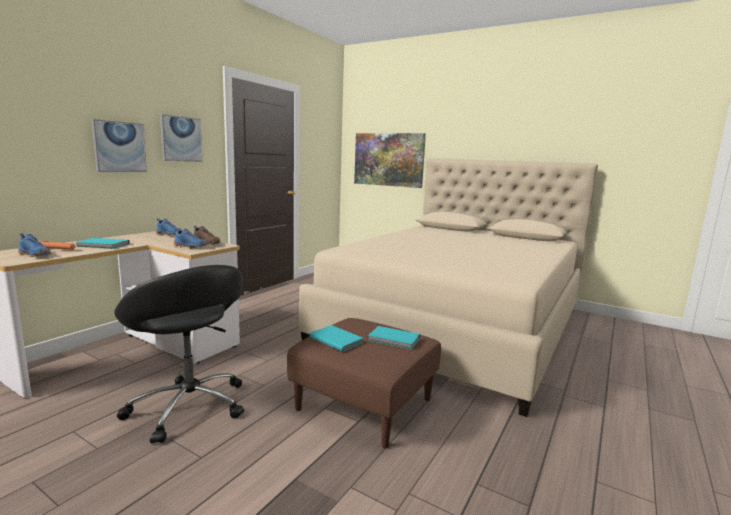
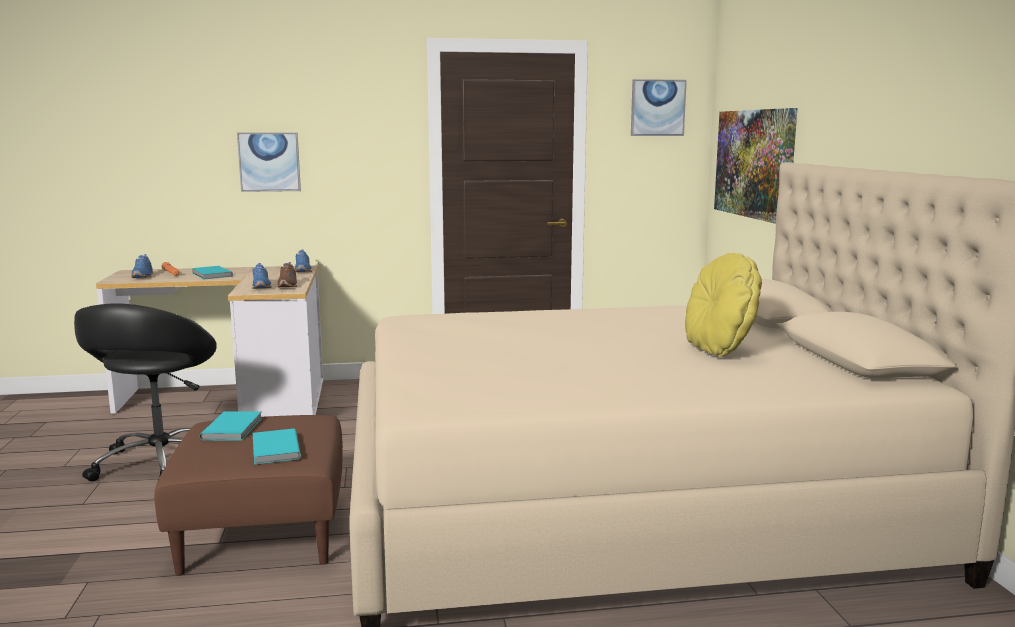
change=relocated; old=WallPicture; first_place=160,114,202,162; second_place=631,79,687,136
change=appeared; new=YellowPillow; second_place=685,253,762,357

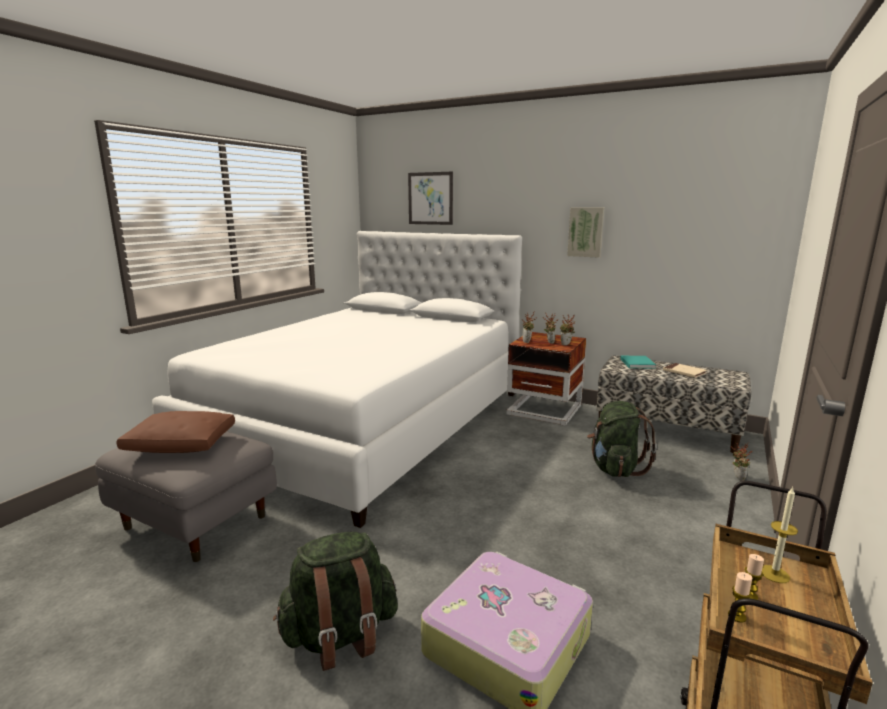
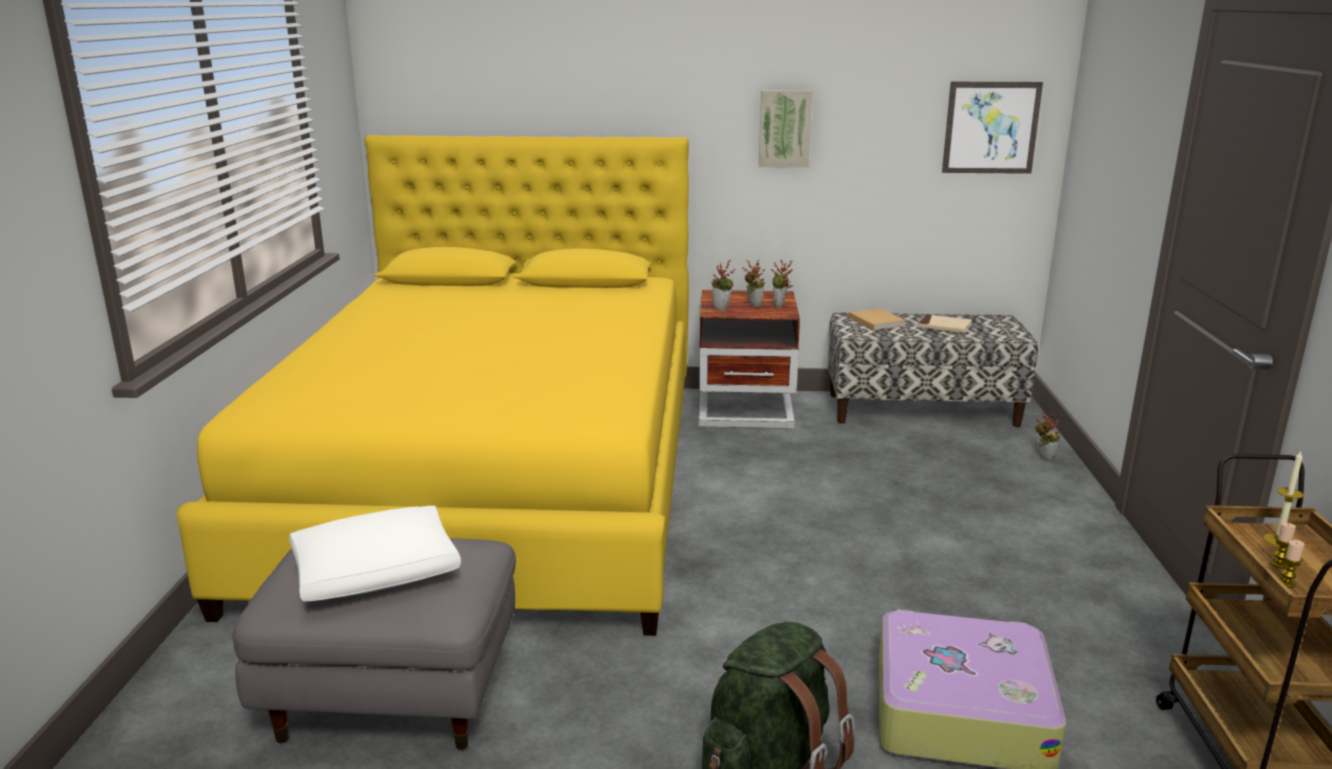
change=colour; old=BrownColouredPillow; new=WhitePillow; first_place=116,411,235,453; second_place=289,506,461,601
change=colour; old=WhiteBed; new=YellowBed; first_place=152,231,522,528; second_place=177,135,689,636
change=relocated; old=WallPicture; first_place=408,172,453,225; second_place=942,82,1043,174
change=missing; old=GreenRucksack; first_place=587,401,657,477
change=colour; old=BlueGreenBook; new=SandColouredBook; first_place=620,356,656,369; second_place=849,308,906,330

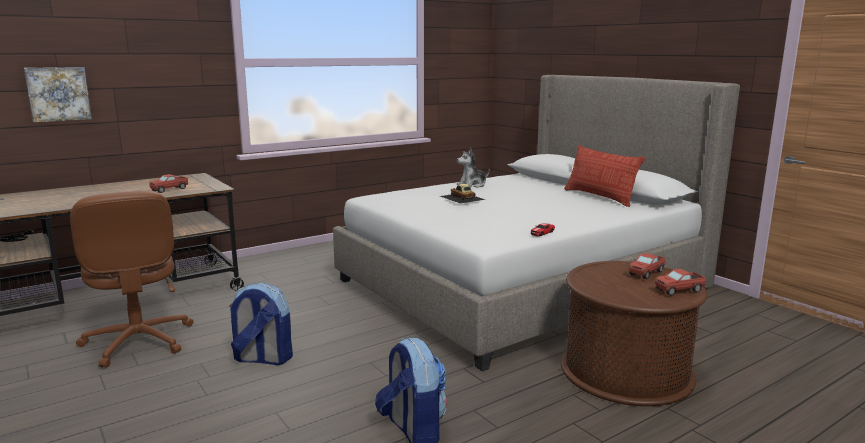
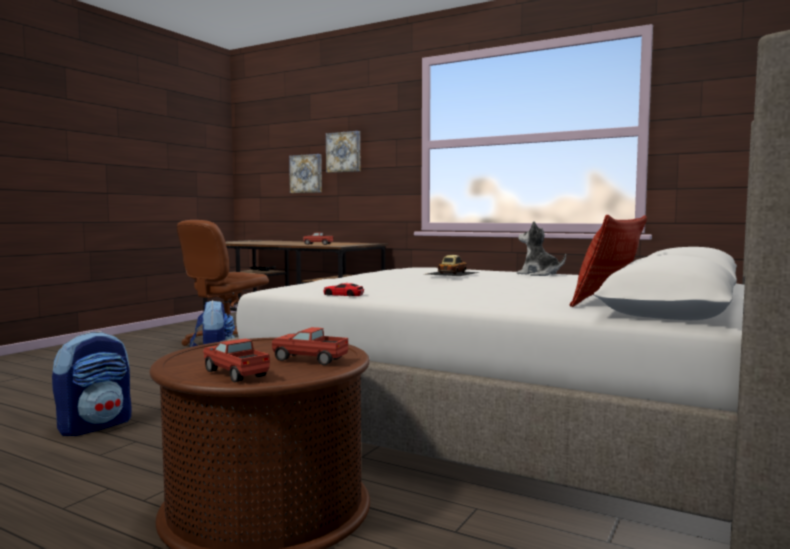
change=appeared; new=WallPicture; second_place=326,131,360,173

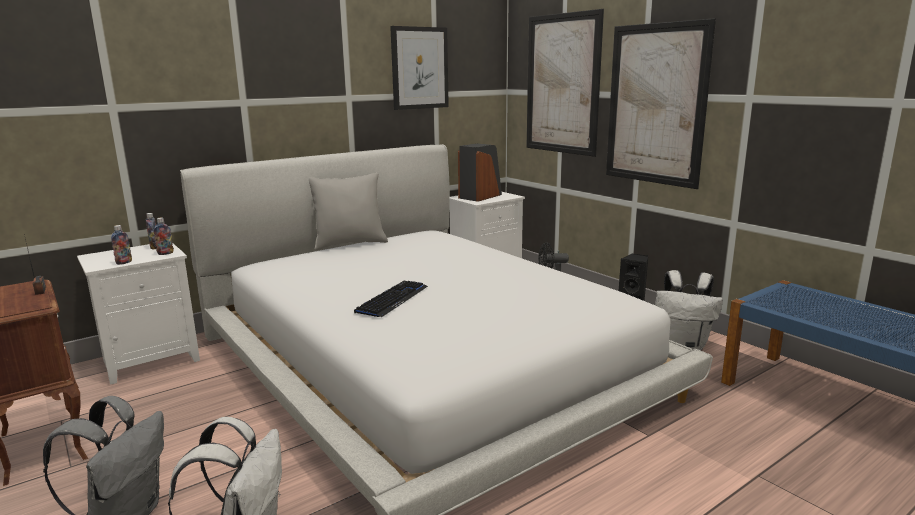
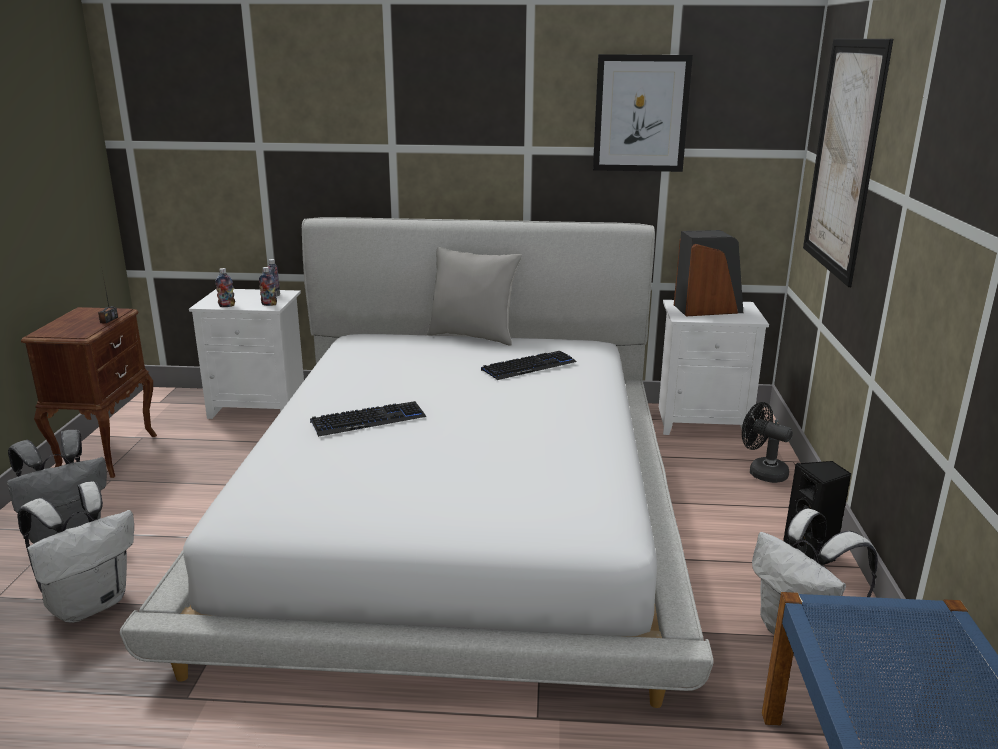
change=missing; old=WallPicture; first_place=606,18,716,189
change=appeared; new=PcKeyboard; second_place=481,351,576,380

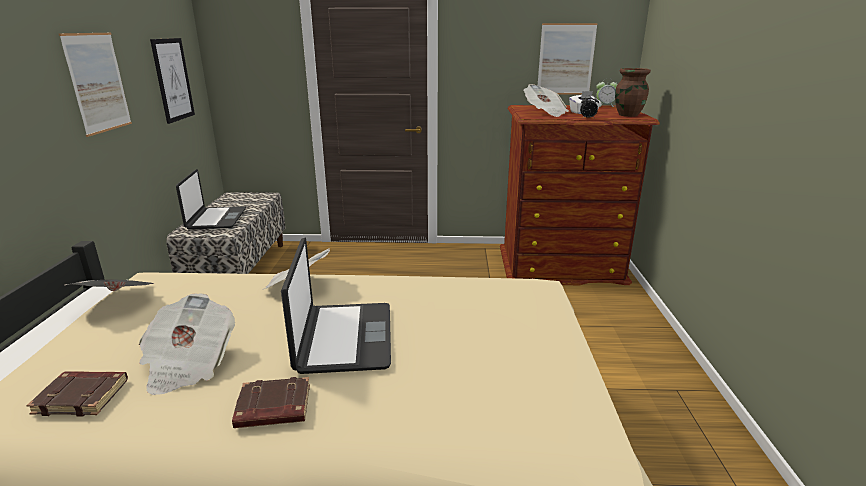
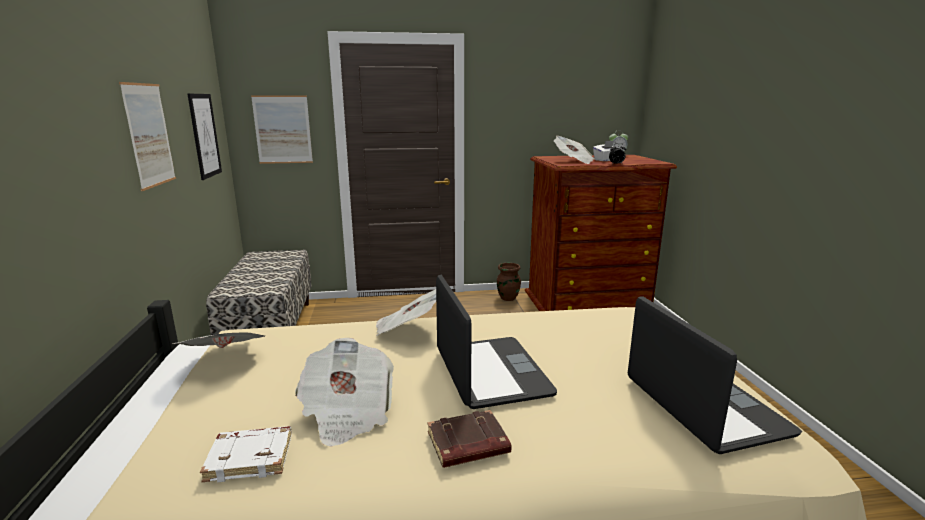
change=colour; old=BrownColouredBook; new=WhiteBook; first_place=26,371,128,417; second_place=200,426,292,482
change=relocated; old=PortableComputer; first_place=176,169,246,230; second_place=628,296,802,454
change=relocated; old=WallPicture; first_place=538,23,598,94; second_place=251,95,313,164
change=relocated; old=BrownColouredDecorativeVase; first_place=615,68,651,117; second_place=497,263,521,301

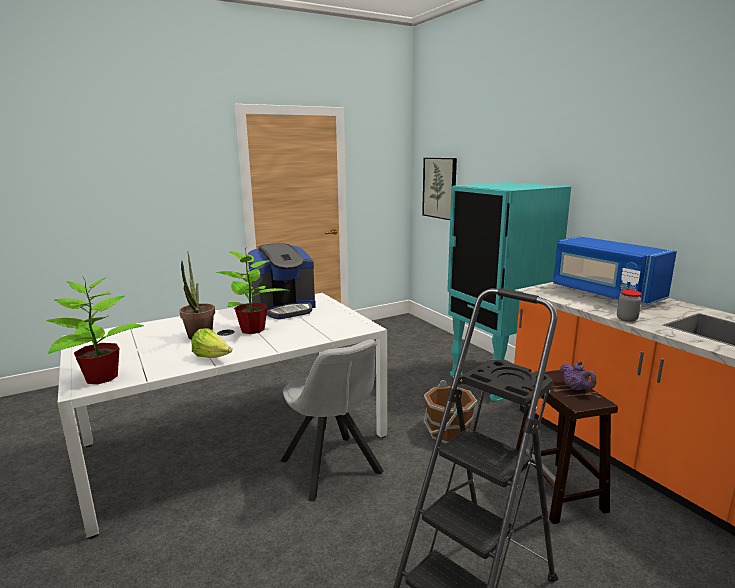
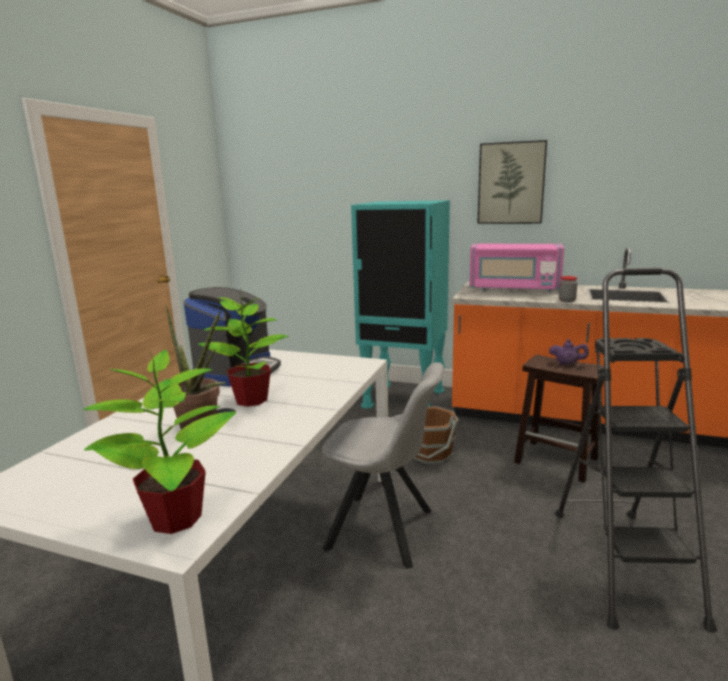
change=missing; old=HeadOfLettuce; first_place=191,328,232,358
change=relocated; old=WallPicture; first_place=422,158,457,220; second_place=477,140,547,224
change=colour; old=BlueMicrowaveOven; new=PinkMicrowaveOven; first_place=553,236,677,305; second_place=469,244,564,292

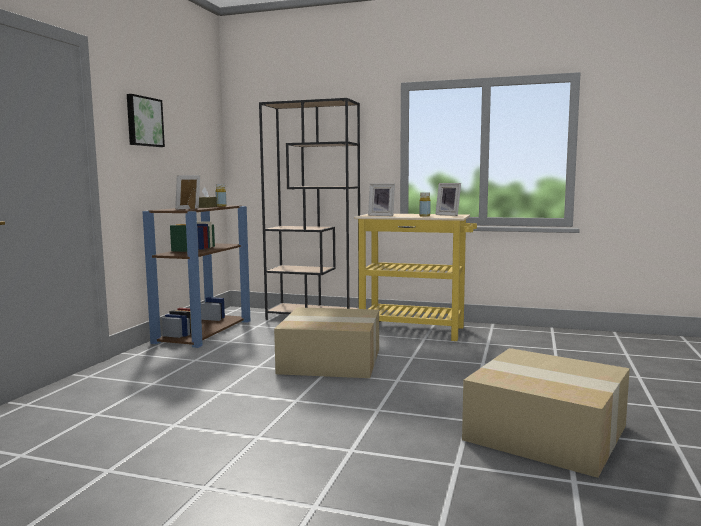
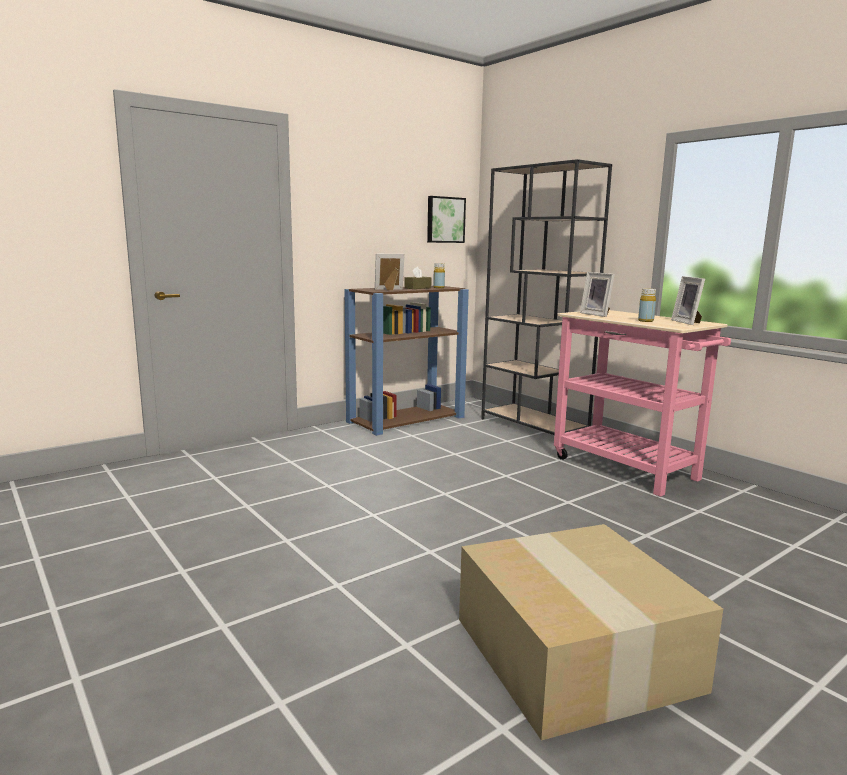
change=relocated; old=WallPicture; first_place=127,94,165,147; second_place=427,196,466,243
change=missing; old=CardboardBox; first_place=274,307,379,378
change=colour; old=YellowCart; new=PinkCart; first_place=354,214,477,341; second_place=554,310,731,497

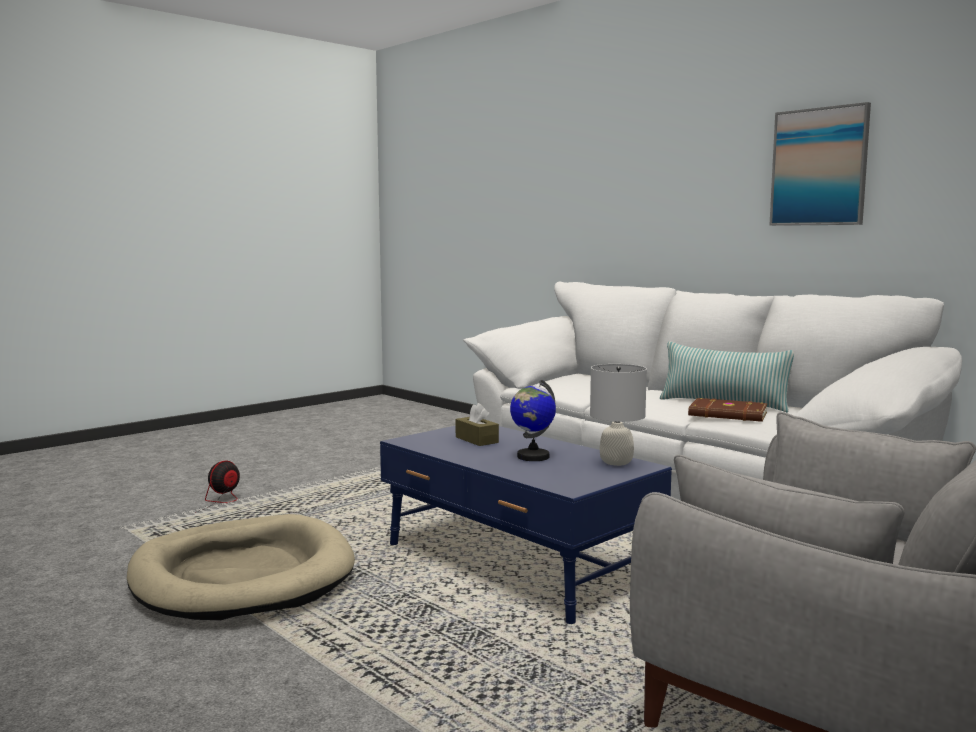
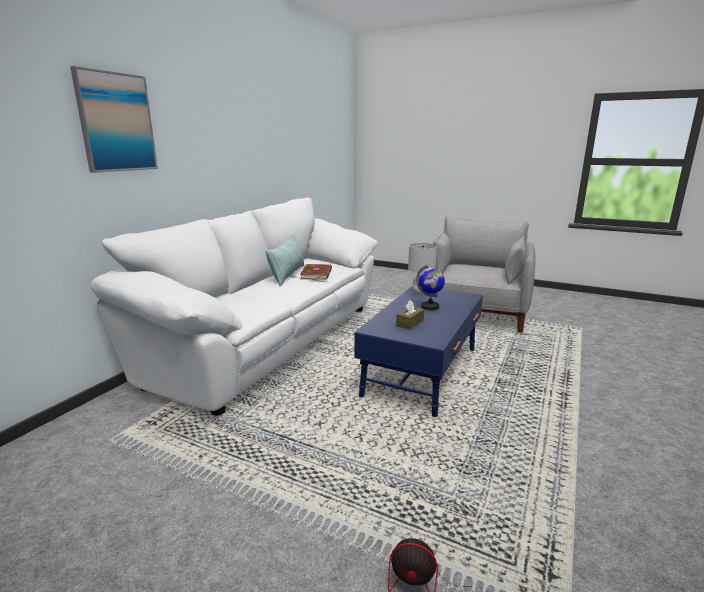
change=missing; old=SandColouredDogBed; first_place=127,514,355,620
change=relocated; old=WallPicture; first_place=769,102,871,226; second_place=70,66,158,173

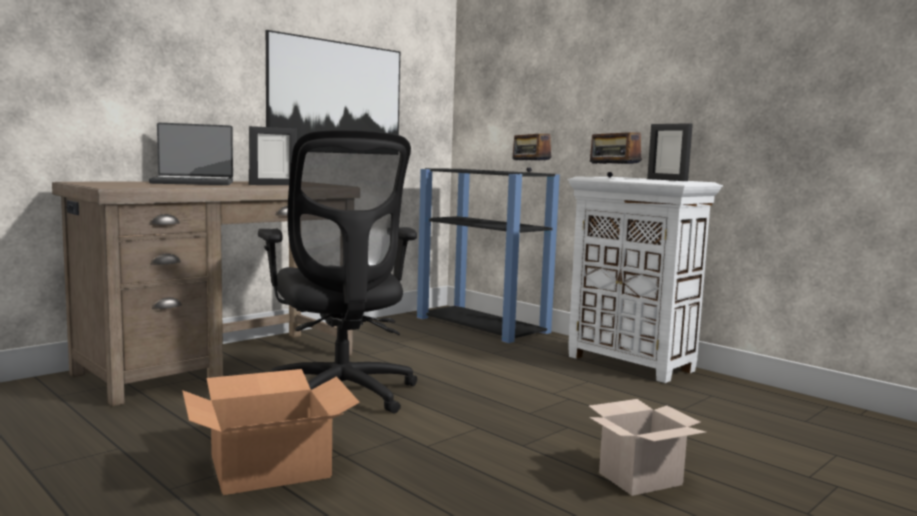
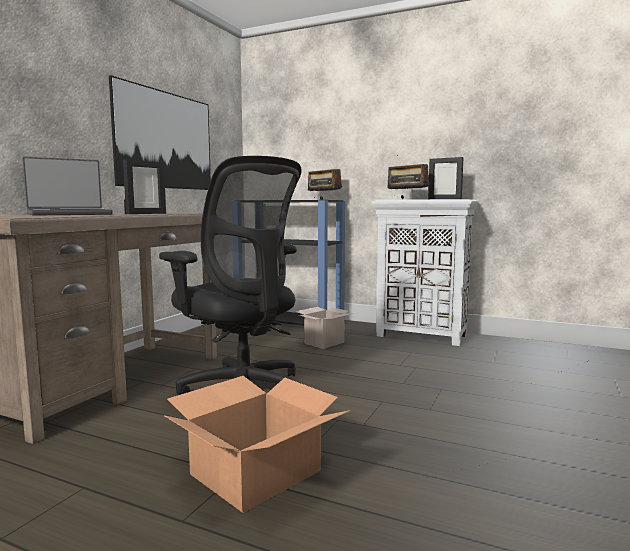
change=relocated; old=CardboardBox; first_place=589,399,706,496; second_place=296,307,354,349

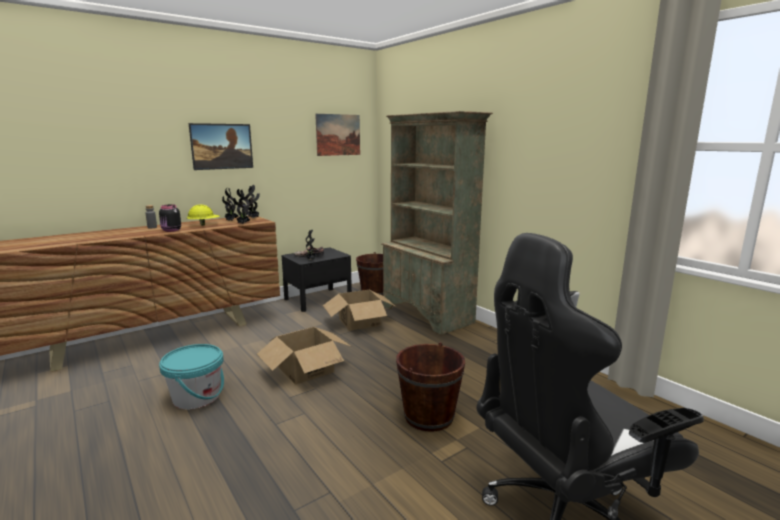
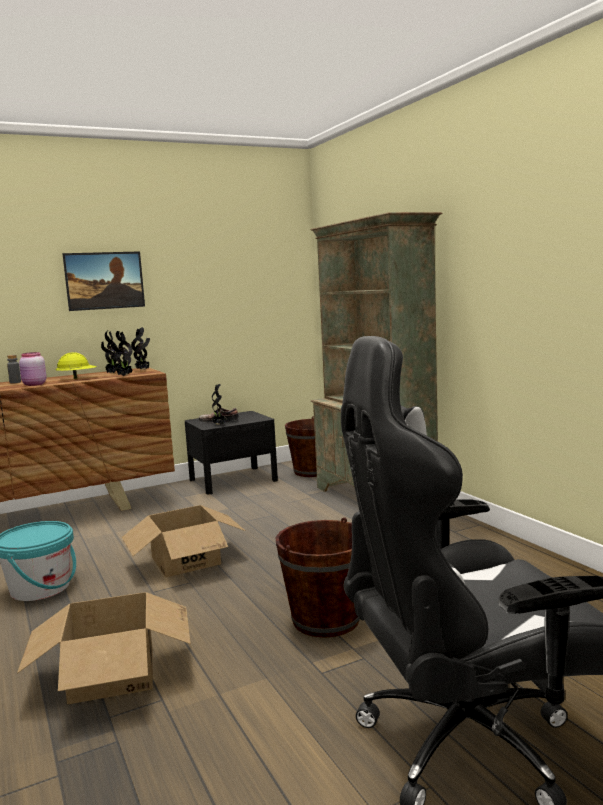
change=colour; old=BlackColouredPreserveJar; new=PinkPreserveJar; first_place=159,205,181,232; second_place=19,352,47,386
change=missing; old=WallPicture; first_place=315,114,360,156
change=relocated; old=CardboardBox; first_place=323,290,396,331; second_place=17,592,191,704

